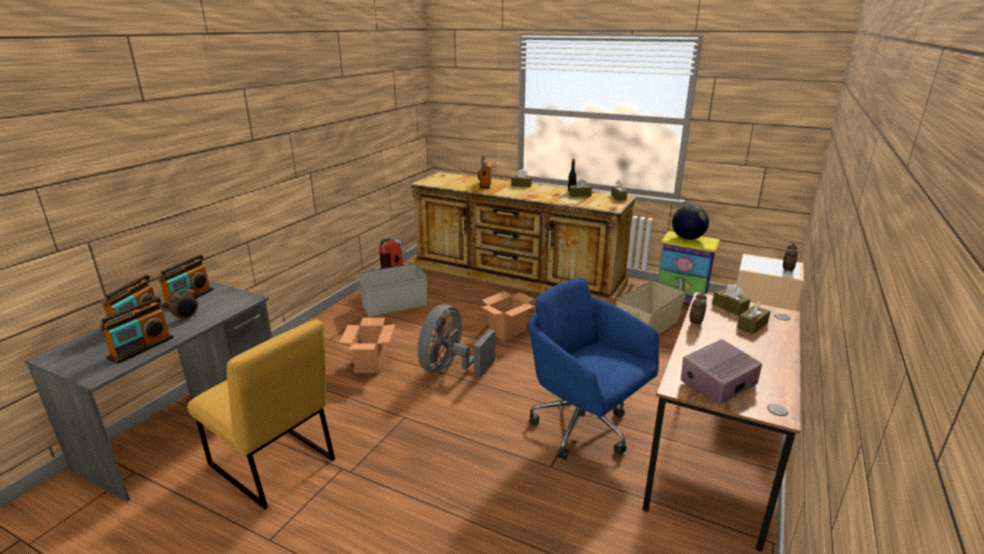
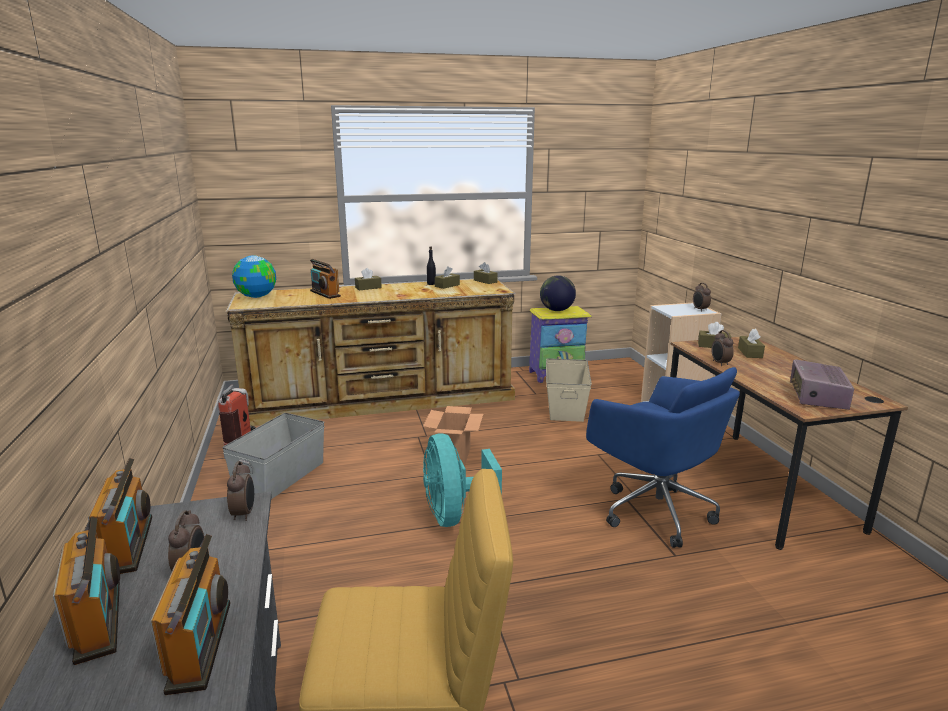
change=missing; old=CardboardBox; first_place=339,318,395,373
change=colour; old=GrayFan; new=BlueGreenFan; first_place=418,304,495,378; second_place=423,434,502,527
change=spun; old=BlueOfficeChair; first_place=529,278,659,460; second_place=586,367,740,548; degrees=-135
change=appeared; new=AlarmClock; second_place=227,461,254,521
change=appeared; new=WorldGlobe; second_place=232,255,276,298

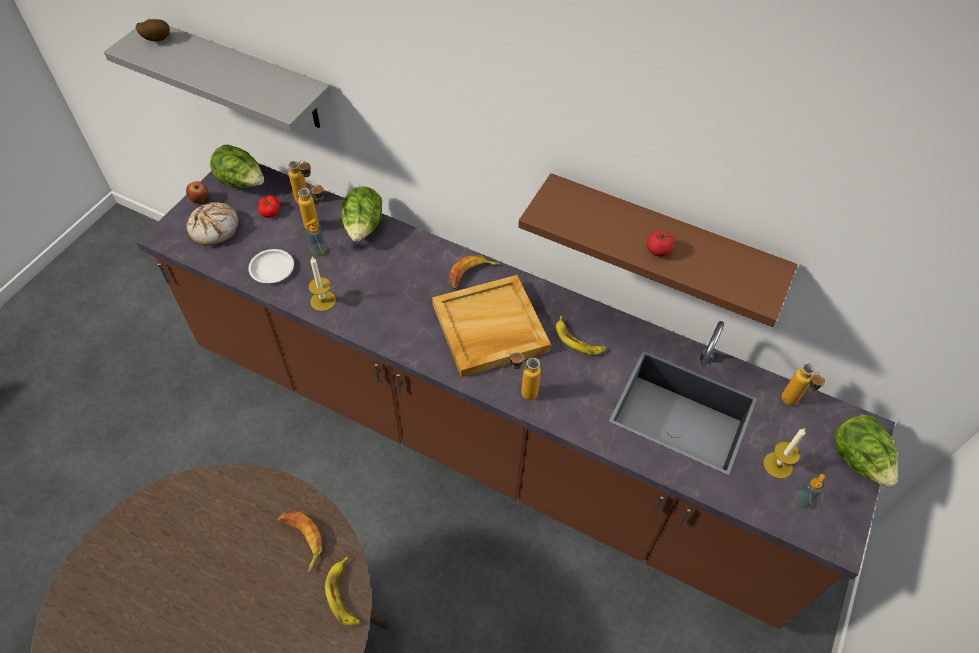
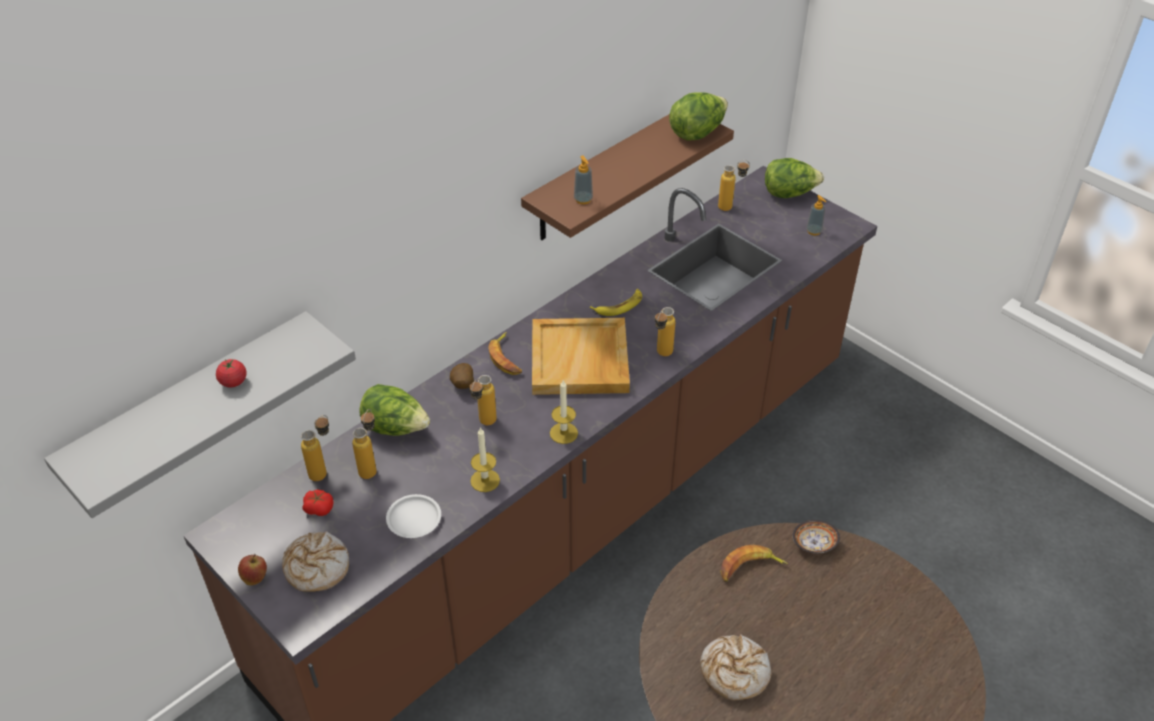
change=relocated; old=Potato; first_place=136,19,170,41; second_place=450,363,474,389
change=relocated; old=HeadOfLettuce; first_place=210,145,264,188; second_place=669,92,728,141
change=relocated; old=SoapDispenser; first_place=304,219,327,256; second_place=574,155,593,204
change=exchanged; old=Banana; new=Bowl; first_place=325,557,360,625; second_place=792,520,840,553
change=relocated; old=WholeTomato; first_place=647,230,674,257; second_place=216,359,246,388
change=relocated; old=WaxLight; first_place=763,429,806,479; second_place=550,379,578,444
change=appeared; new=BeverageBottle; second_place=469,375,497,425
change=appeared; new=BakeryBread; second_place=700,634,771,700

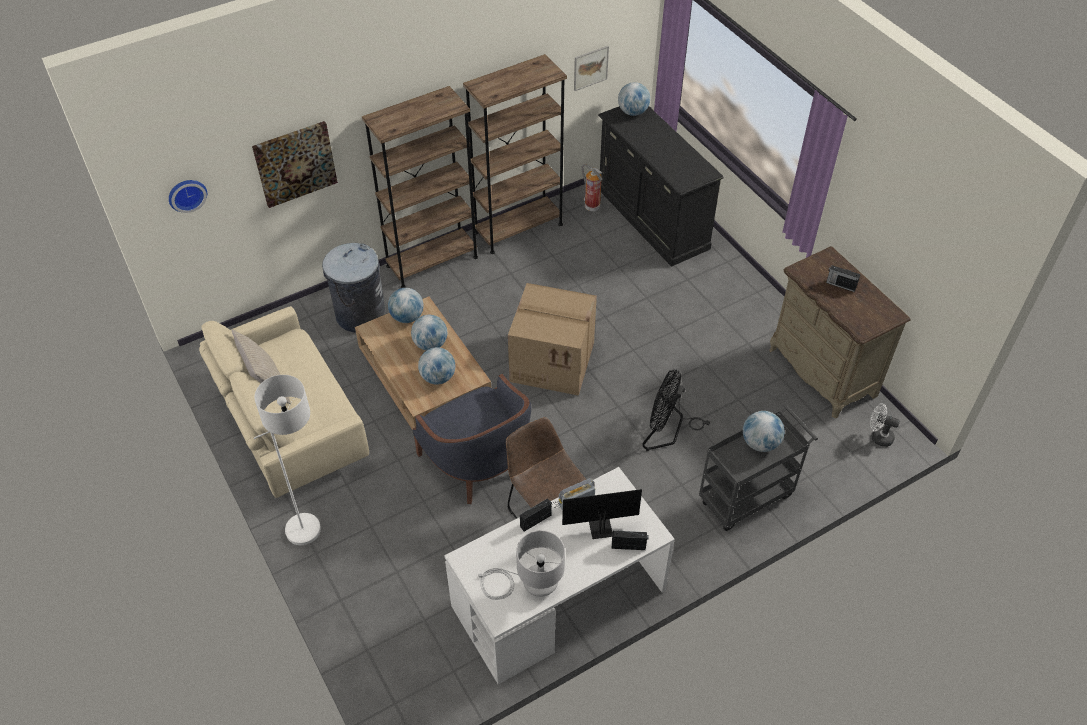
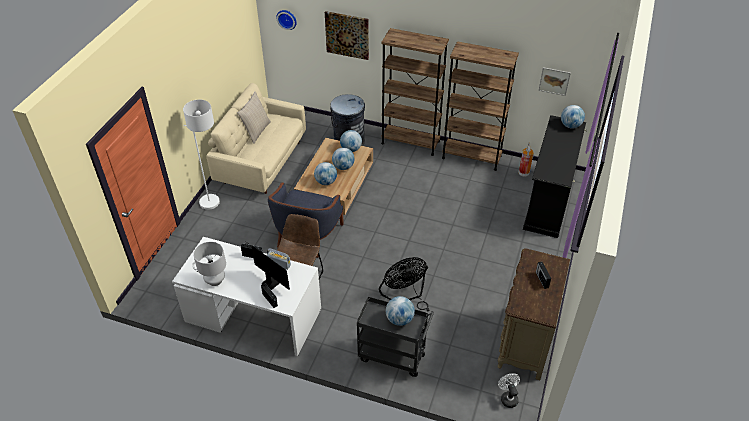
change=missing; old=CardboardBox; first_place=508,283,597,396

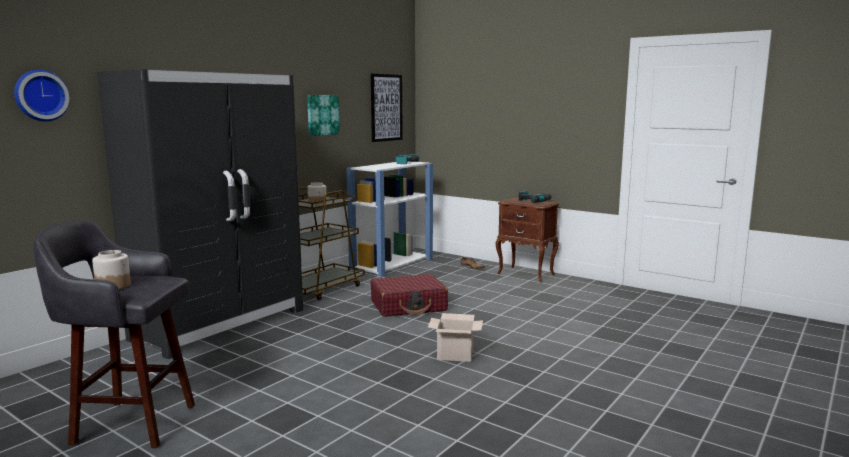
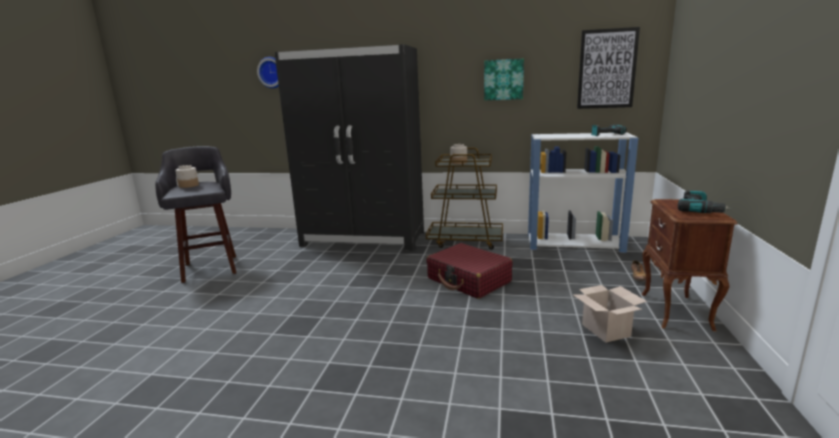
change=relocated; old=CardboardBox; first_place=428,313,483,362; second_place=573,285,647,343

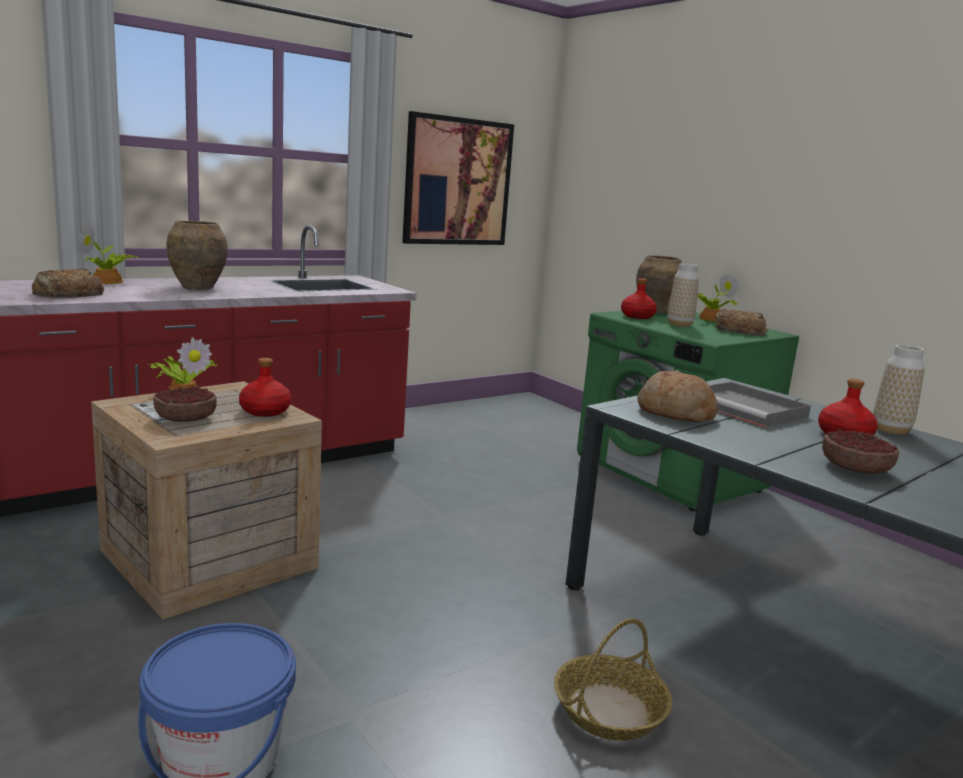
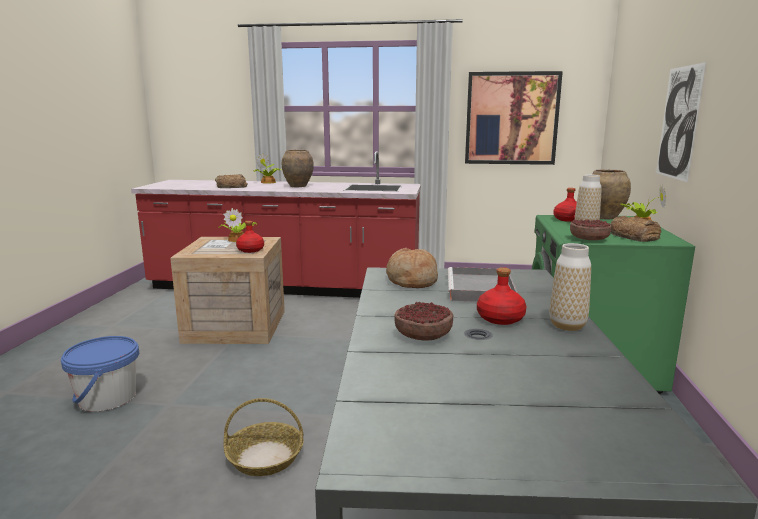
change=relocated; old=Bowl; first_place=153,386,217,422; second_place=570,219,612,240
change=appeared; new=WallPicture; second_place=656,62,706,182

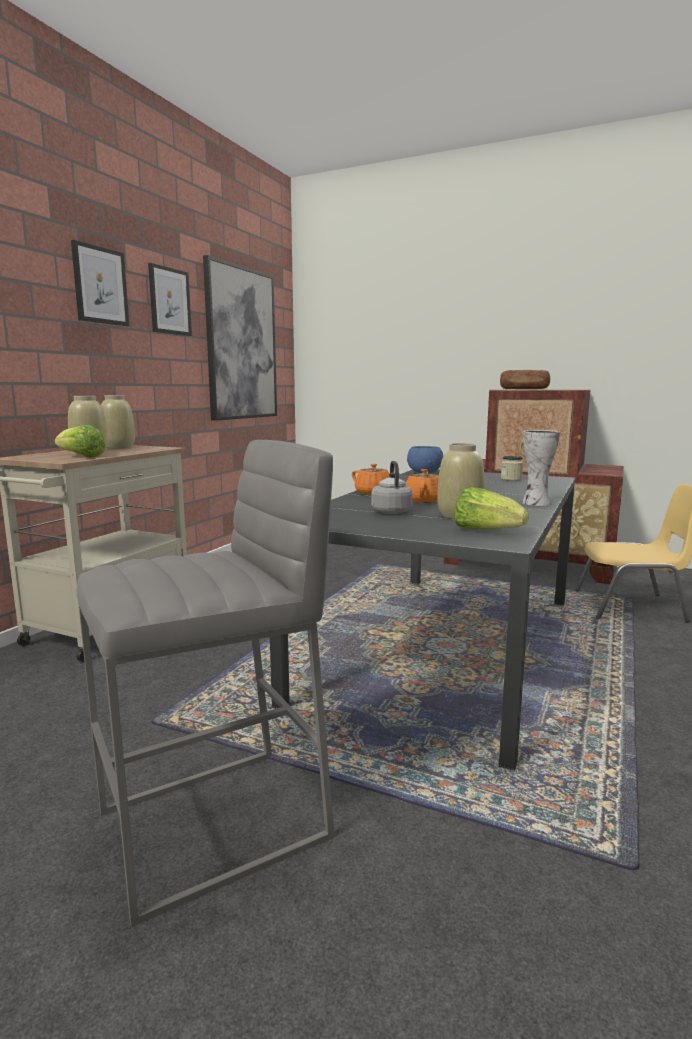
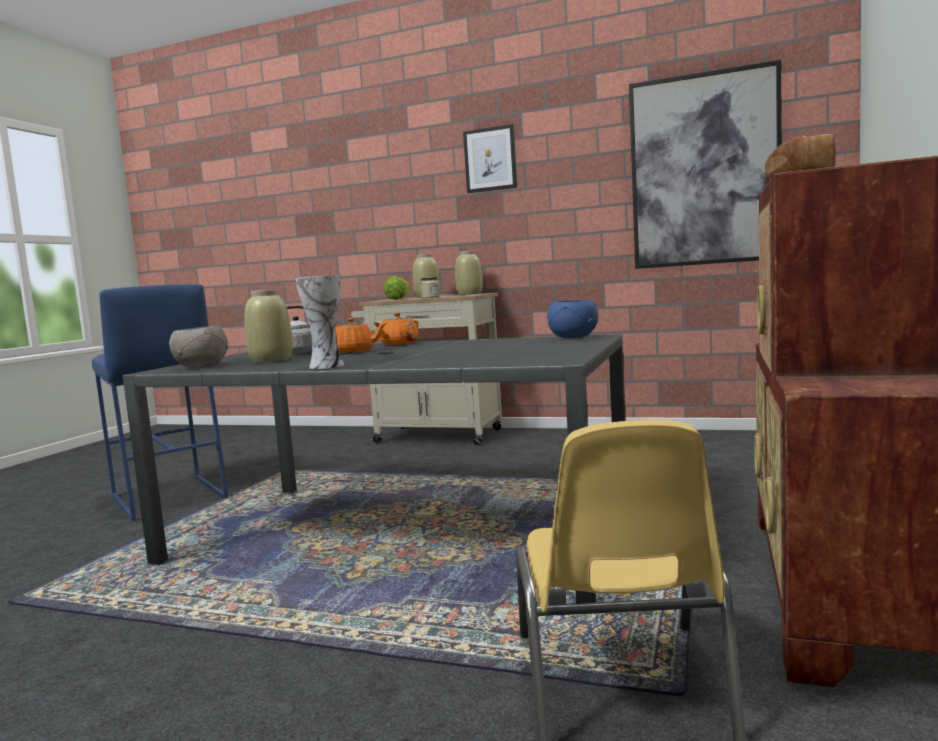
change=colour; old=GrayStoolSeat; new=BlueStoolSeat; first_place=76,440,335,927; second_place=92,284,228,522
change=missing; old=WallPicture; first_place=148,263,192,336
change=exchanged; old=HeadOfLettuce; new=GrayBowl; first_place=454,487,529,529; second_place=169,326,228,368
change=relocated; old=PreserveJar; first_place=501,456,523,481; second_place=420,277,440,298

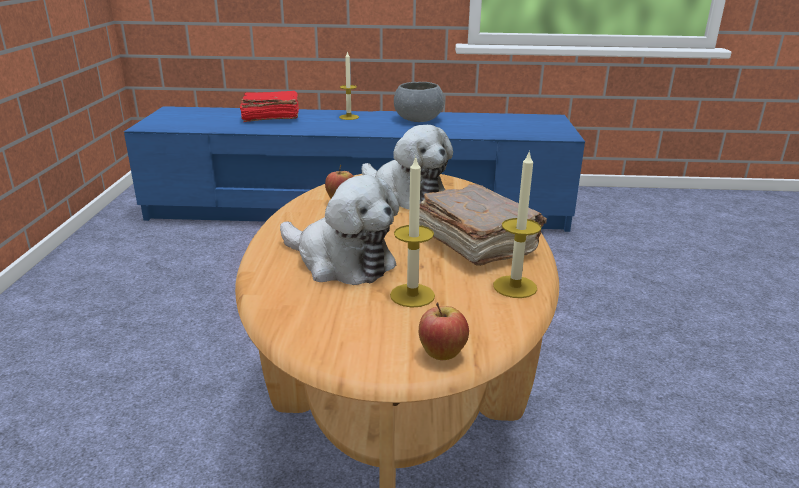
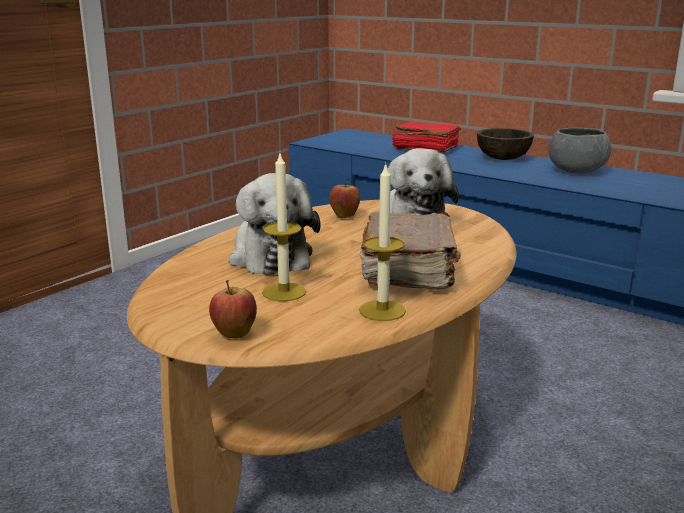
change=exchanged; old=WaxLight; new=BrownColouredBowl; first_place=339,51,359,120; second_place=477,128,534,160

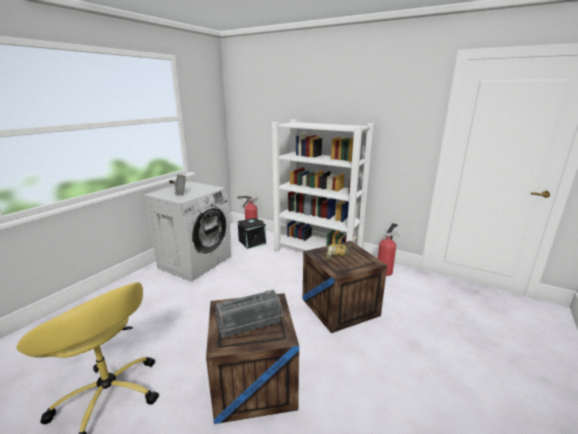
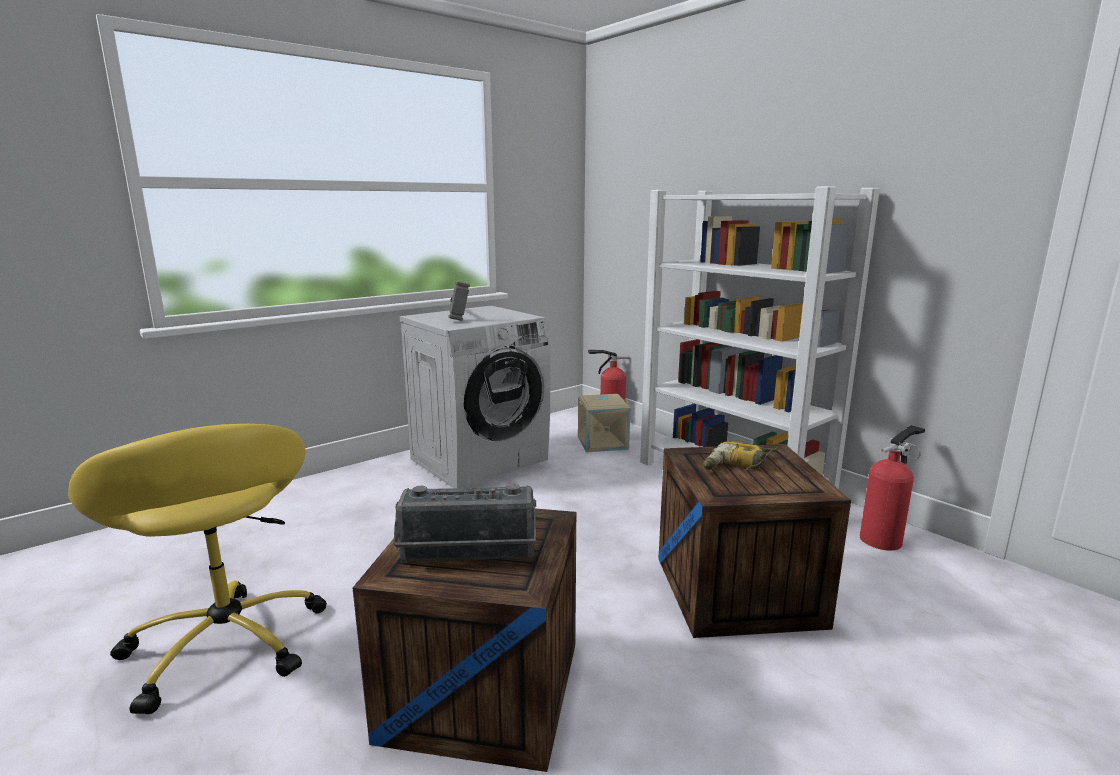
change=colour; old=BlackColouredStorageBin; new=SandColouredStorageBin; first_place=238,218,266,249; second_place=578,394,630,452

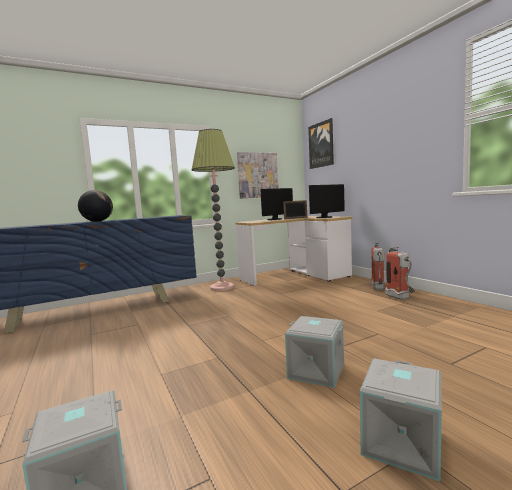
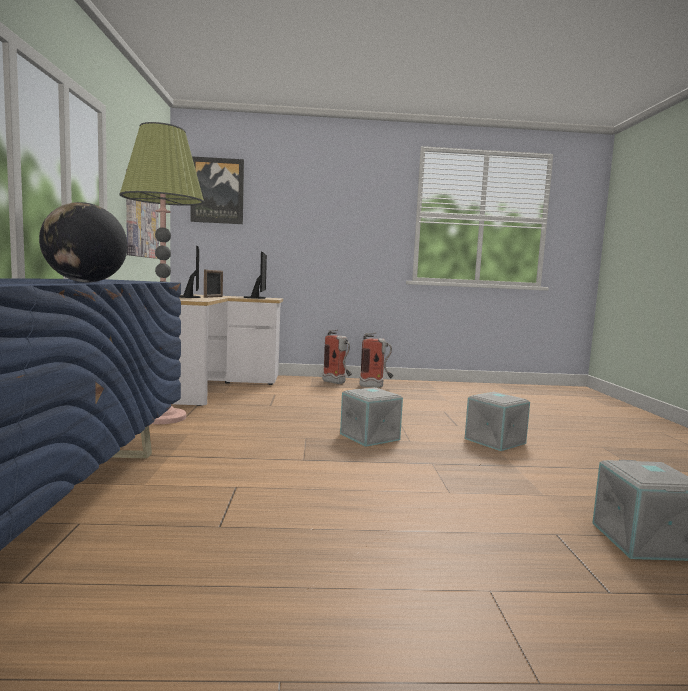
change=relocated; old=GrayStorageBin; first_place=360,358,442,481; second_place=340,387,403,447

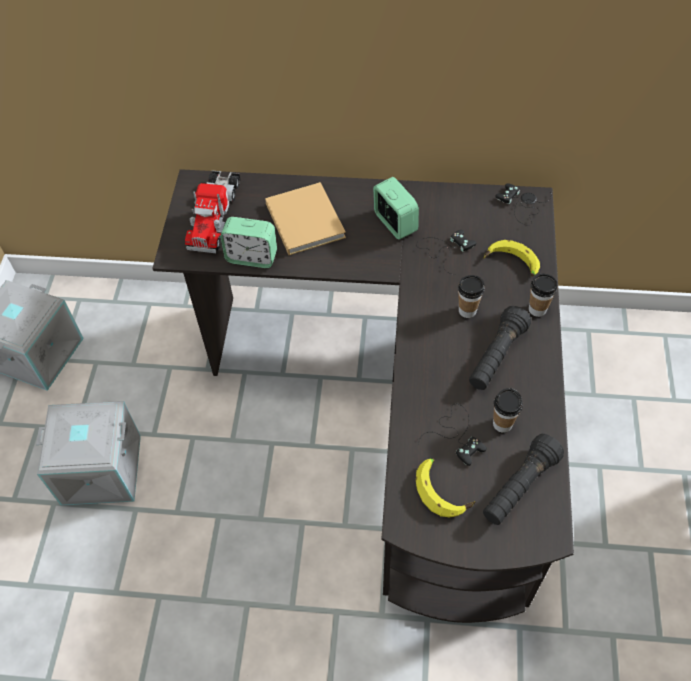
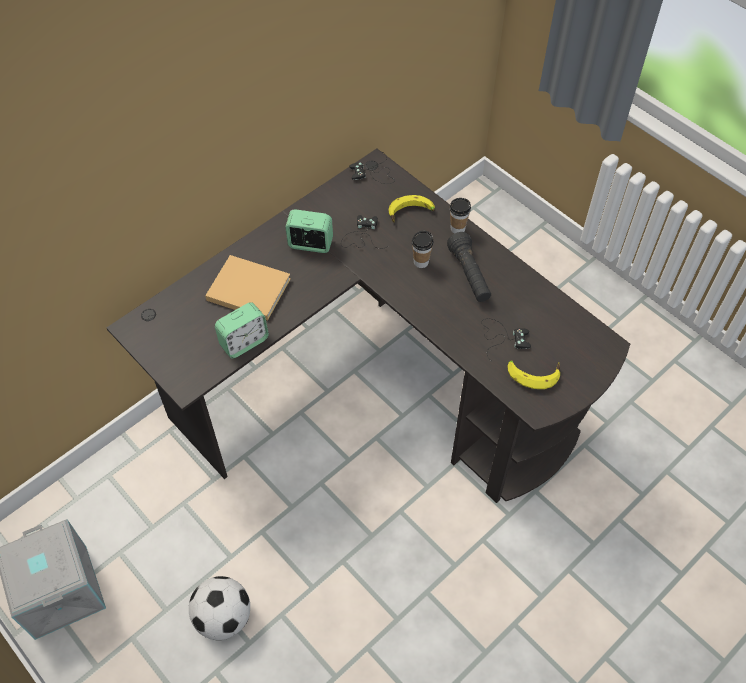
change=exchanged; old=GrayStorageBin; new=Football; first_place=36,401,141,506; second_place=189,576,250,640
change=missing; old=ToyTruck; first_place=185,170,240,253
change=missing; old=BlackColouredFlashlight; first_place=483,434,564,525
change=missing; old=Cup; first_place=493,388,523,433

